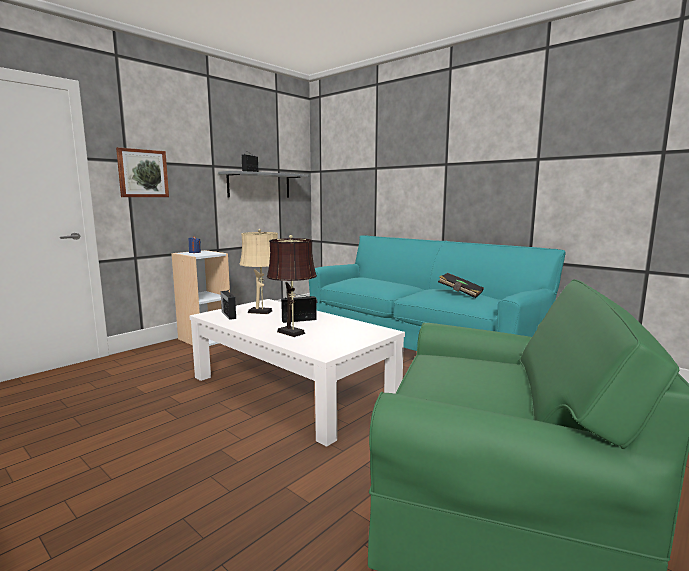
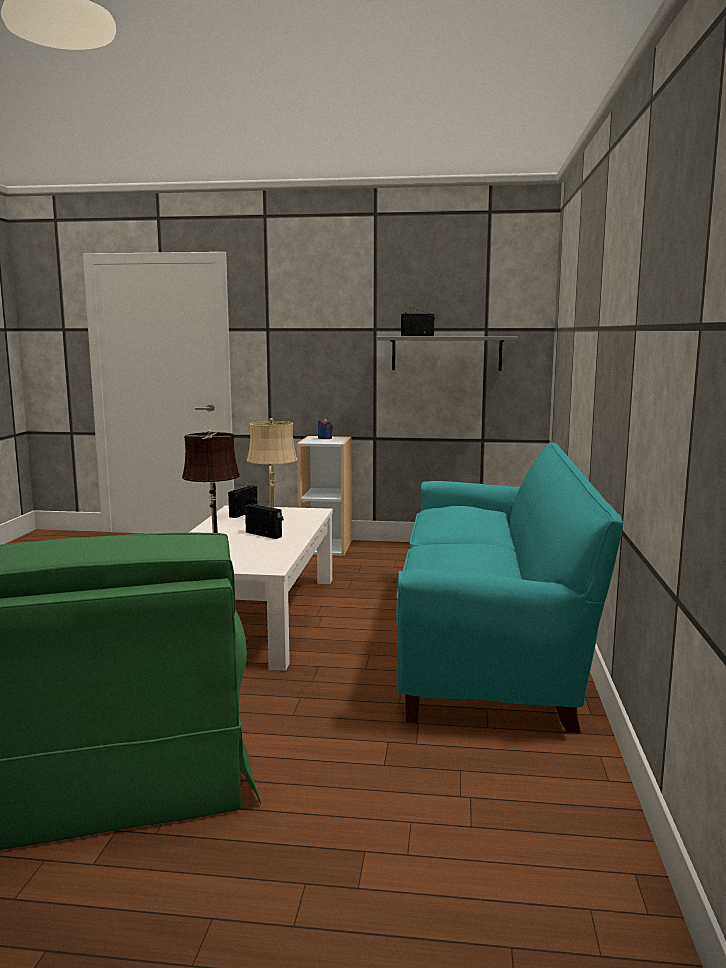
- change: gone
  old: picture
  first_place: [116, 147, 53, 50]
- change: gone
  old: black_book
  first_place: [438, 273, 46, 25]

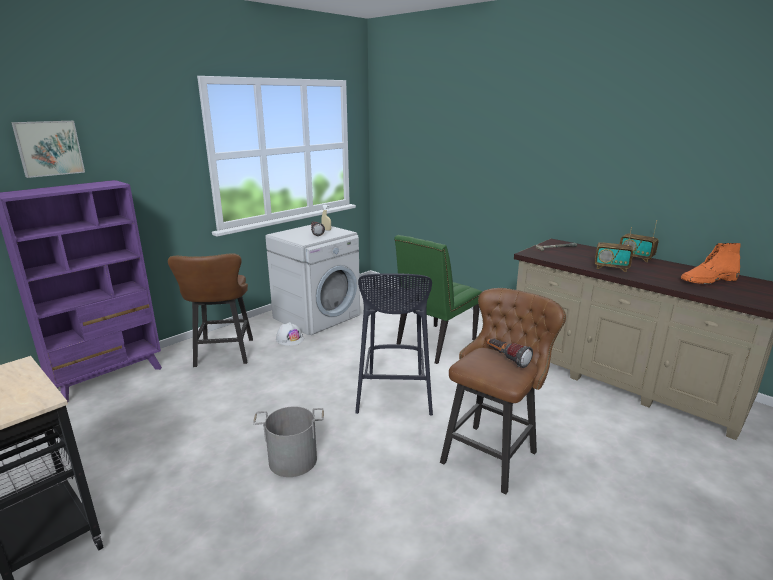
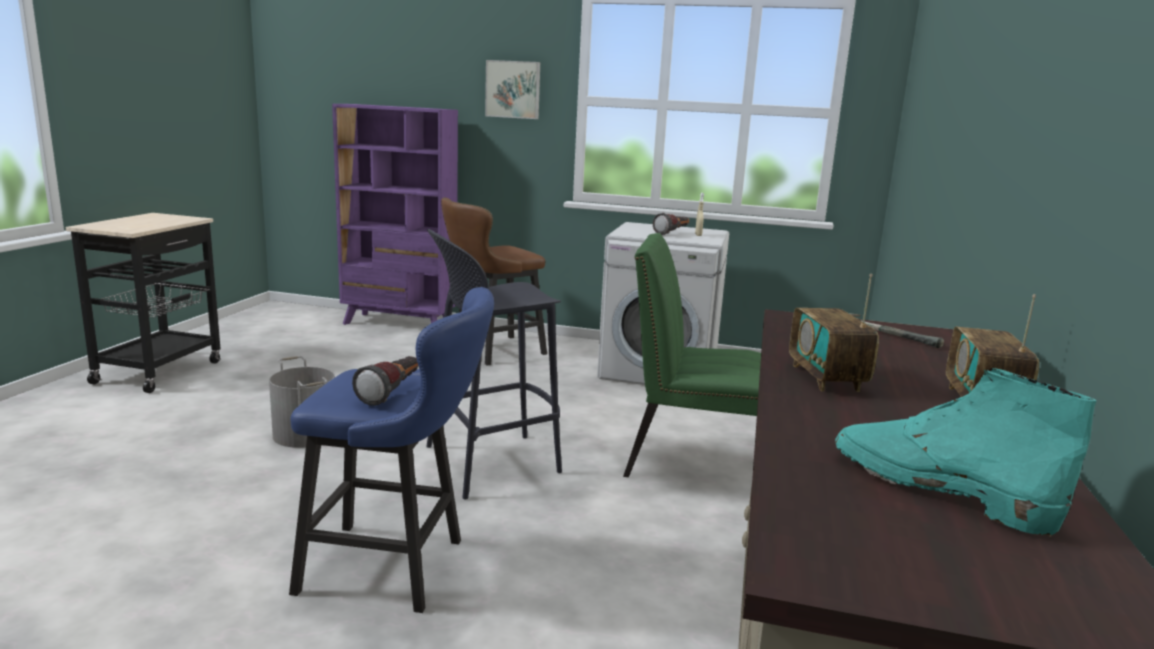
- change: gone
  old: white-coloured_work_helmet
  first_place: [276, 322, 28, 24]
- change: shifted
  old: picture
  first_place: [11, 121, 74, 57]
  second_place: [485, 60, 55, 59]
- change: repainted
  old: brown_stool
  new: blue-coloured_stool
  first_place: [440, 288, 126, 207]
  second_place: [289, 287, 205, 326]
- change: repainted
  old: orangey_high-top_boot
  new: turquoise-coloured_high-top_boot
  first_place: [681, 243, 60, 41]
  second_place: [835, 368, 261, 169]

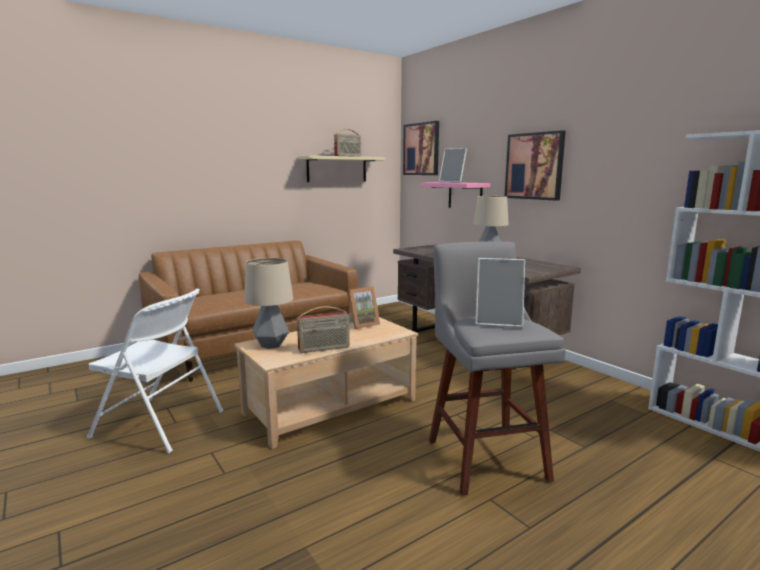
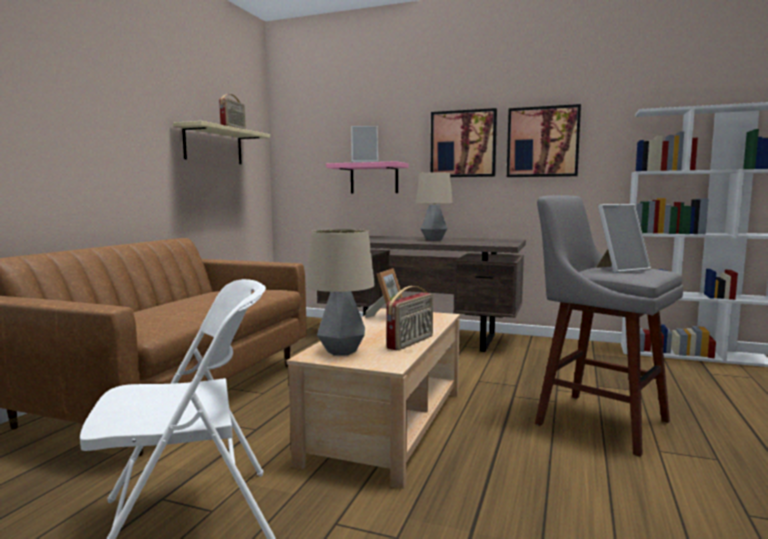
- change: shifted
  old: picture
  first_place: [403, 121, 36, 54]
  second_place: [507, 104, 74, 73]

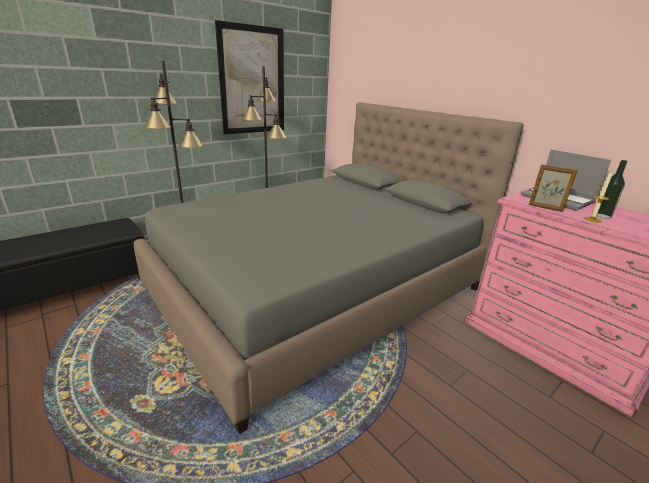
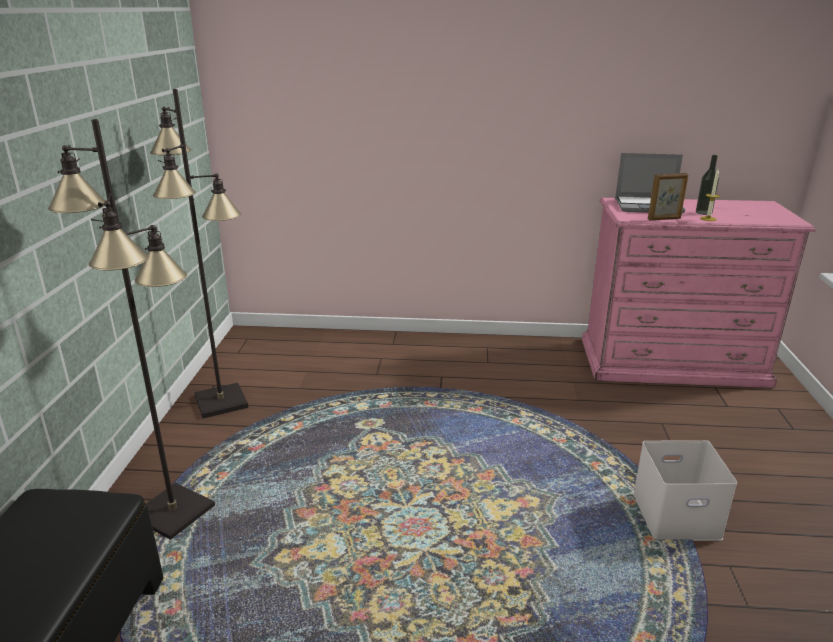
- change: gone
  old: grey_bedroom_bed
  first_place: [134, 102, 390, 332]
- change: gone
  old: picture
  first_place: [215, 20, 69, 114]
- change: new
  new: white-coloured_storage_container
  second_place: [634, 440, 103, 101]

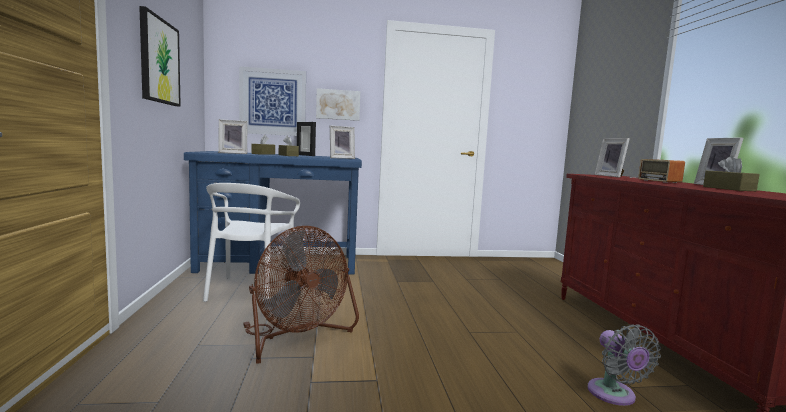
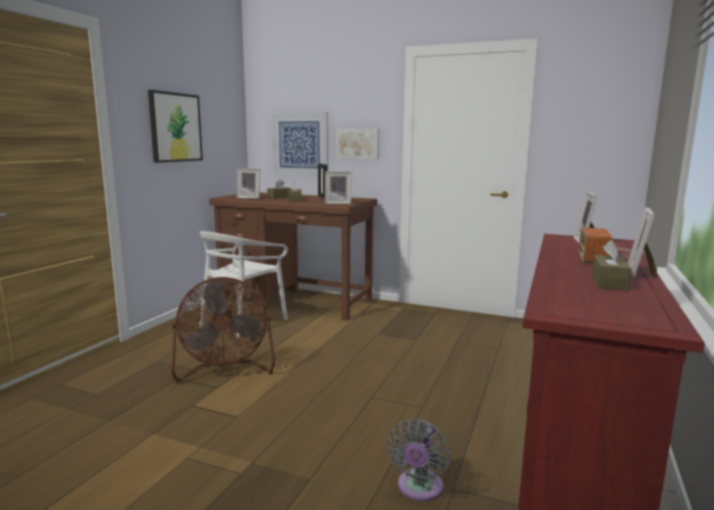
- change: repainted
  old: blue-coloured_desk_unit
  new: brown_desk_unit
  first_place: [184, 151, 178, 123]
  second_place: [209, 192, 168, 128]

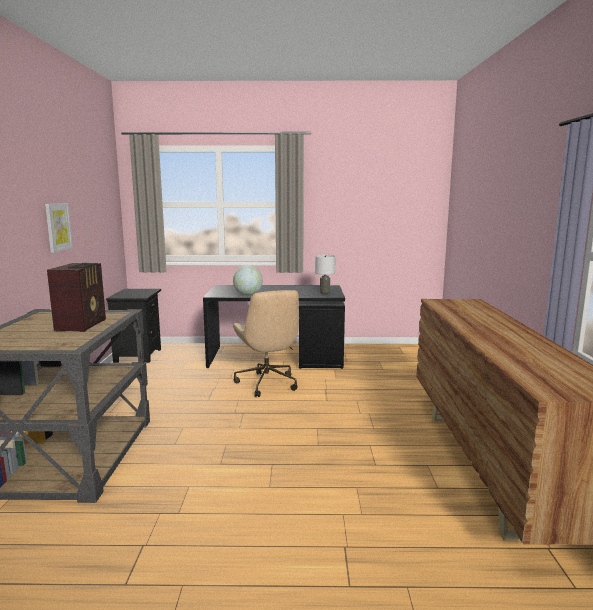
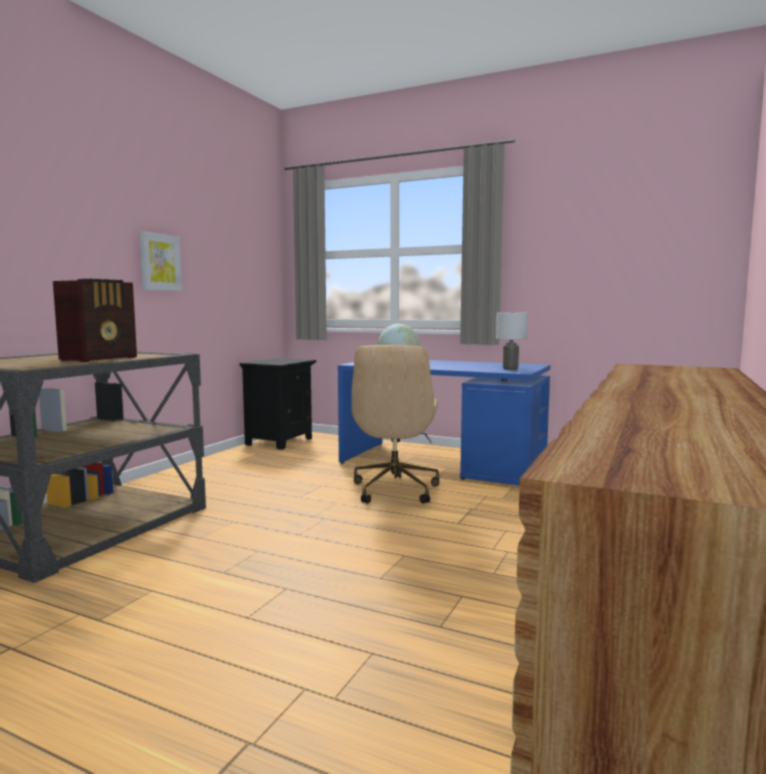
- change: repainted
  old: black_desk_unit
  new: blue-coloured_desk_unit
  first_place: [203, 285, 142, 84]
  second_place: [338, 360, 212, 126]

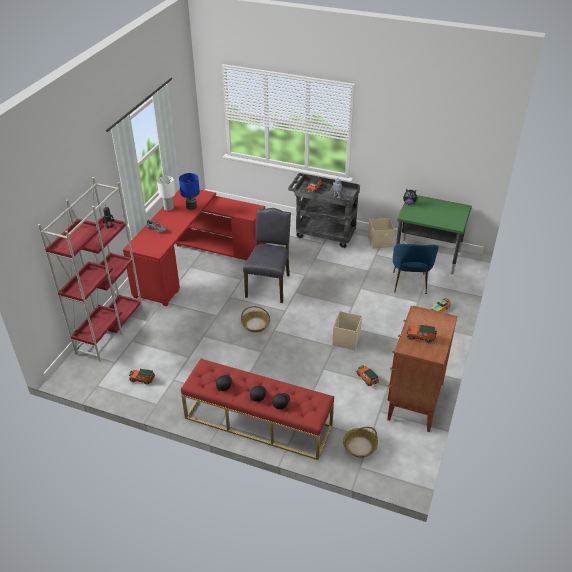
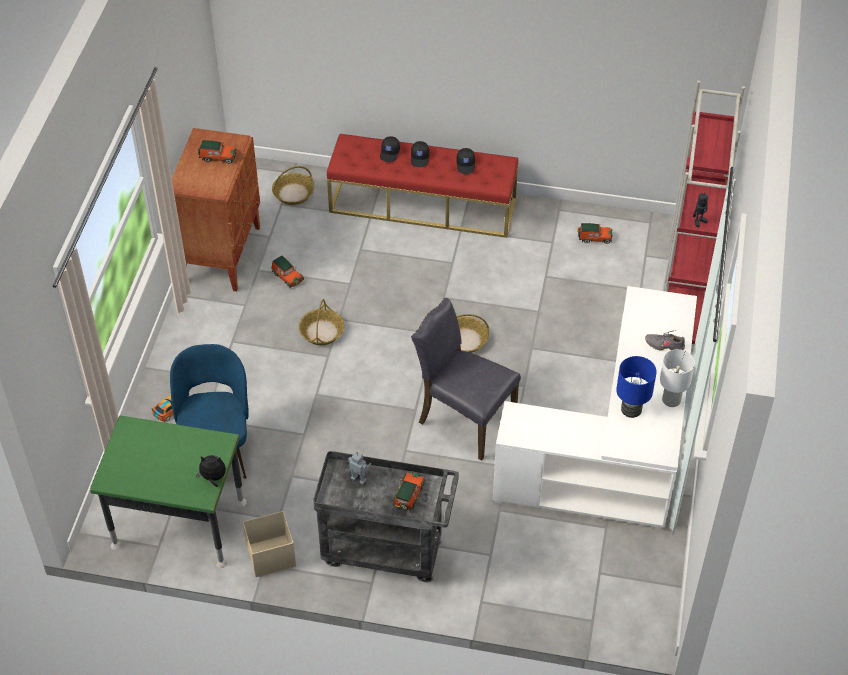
- change: swapped
  old: beige-coloured_storage_container
  new: household_basket
  first_place: [332, 311, 30, 39]
  second_place: [299, 299, 45, 46]
- change: repainted
  old: red-coloured_desk_unit
  new: white-coloured_desk_unit
  first_place: [123, 189, 143, 117]
  second_place: [493, 286, 204, 244]
- change: rotated
  old: grey_chair
  first_place: [243, 208, 48, 95]
  second_place: [411, 298, 110, 162]
  degrees: 120

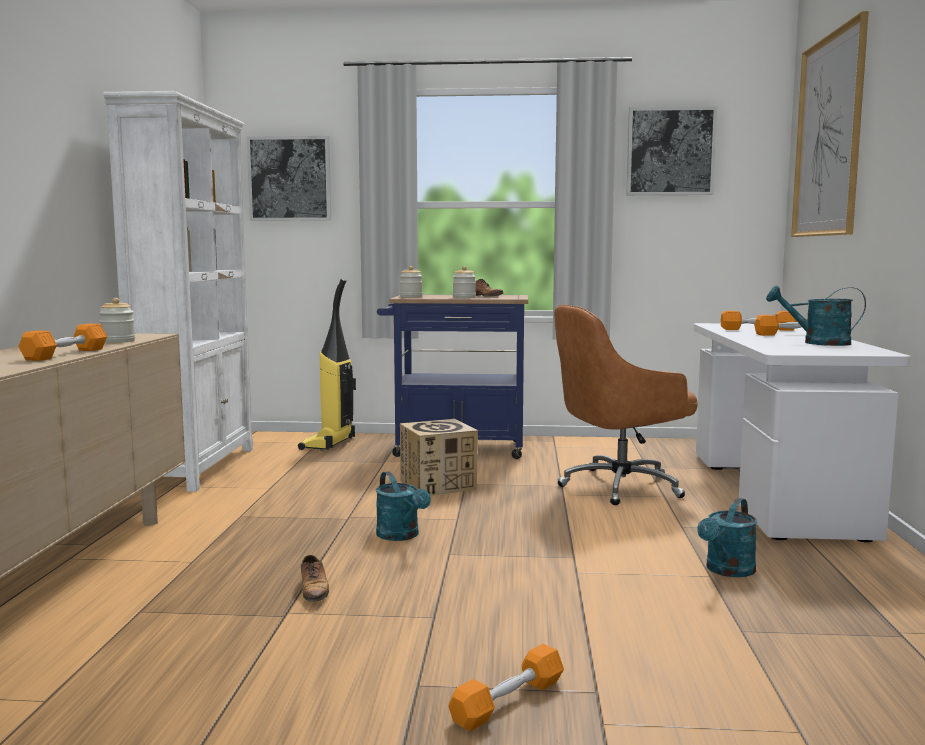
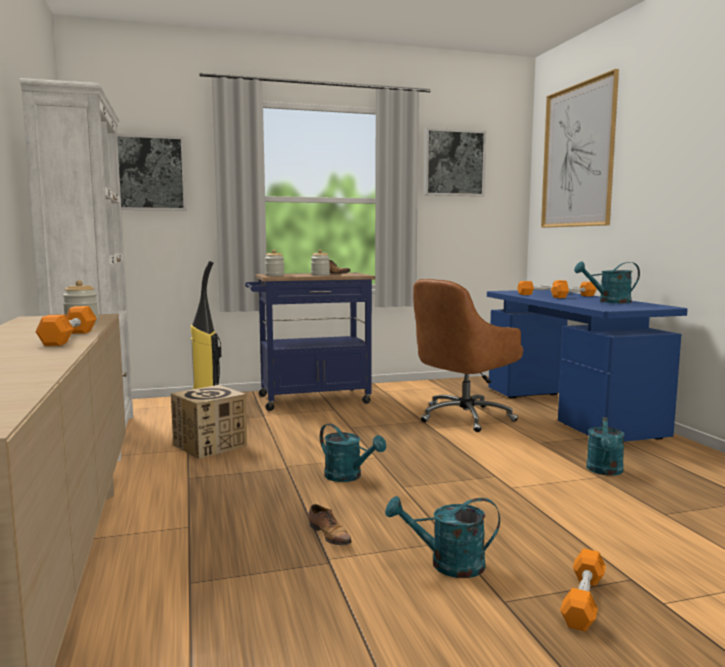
- change: new
  new: turquoise-coloured_sprinkling_can
  second_place: [385, 496, 115, 82]
- change: shifted
  old: carton
  first_place: [400, 419, 78, 77]
  second_place: [171, 385, 76, 74]
- change: repainted
  old: white-coloured_desk_unit
  new: blue-coloured_desk_unit
  first_place: [694, 323, 217, 219]
  second_place: [487, 290, 201, 152]

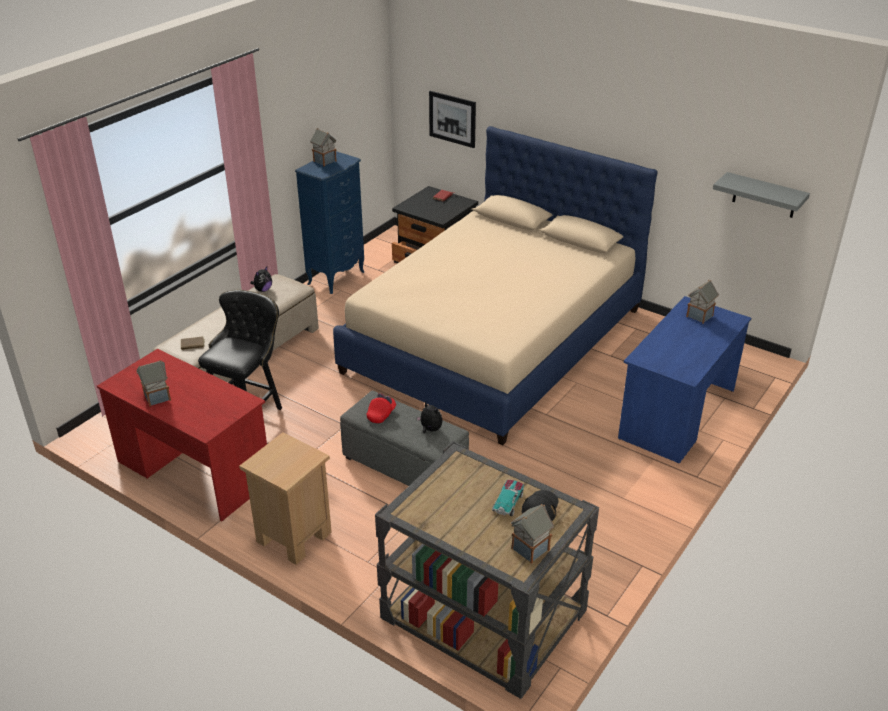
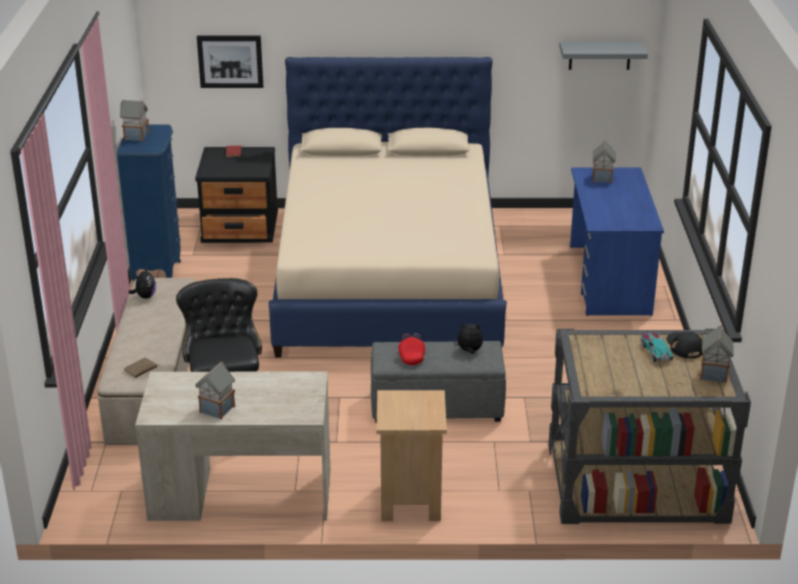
- change: repainted
  old: red-coloured_desk_unit
  new: beige-coloured_desk_unit
  first_place: [97, 349, 170, 173]
  second_place: [135, 372, 195, 149]

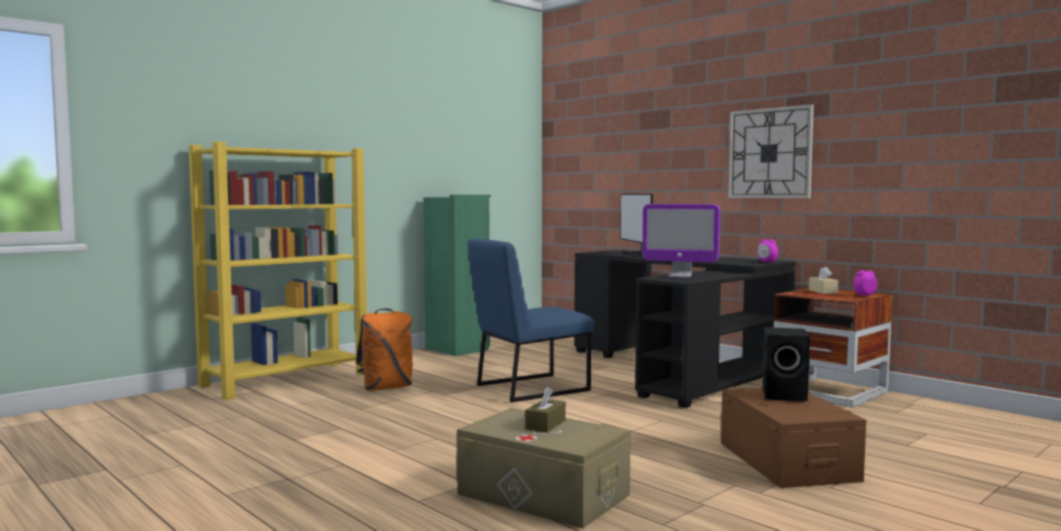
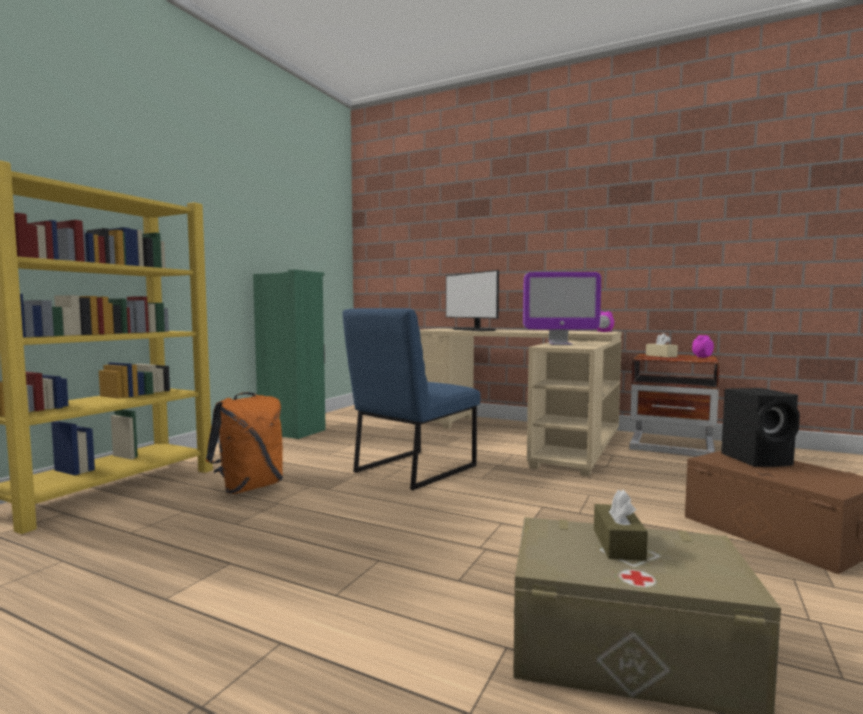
- change: gone
  old: hanging_clock
  first_place: [728, 104, 86, 94]
- change: repainted
  old: black_desk_unit
  new: beige-coloured_desk_unit
  first_place: [574, 250, 221, 158]
  second_place: [413, 328, 209, 148]

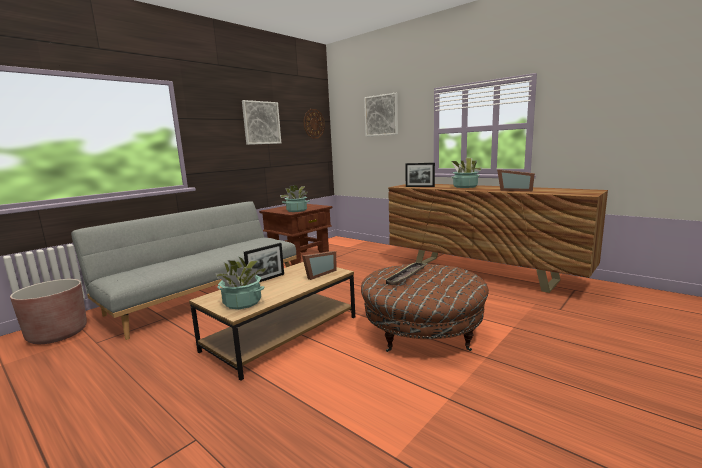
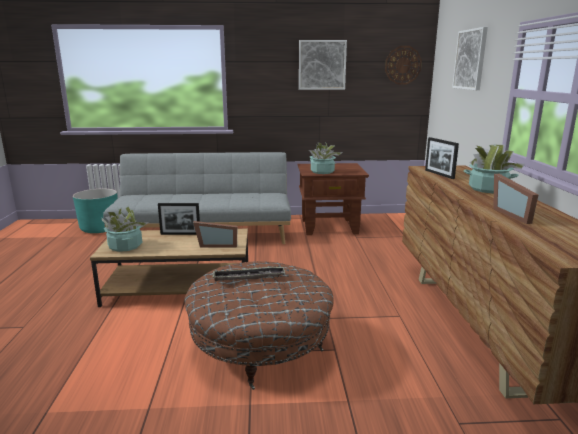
- change: repainted
  old: brown_planter
  new: turquoise-coloured_planter
  first_place: [10, 279, 77, 65]
  second_place: [73, 189, 45, 44]

